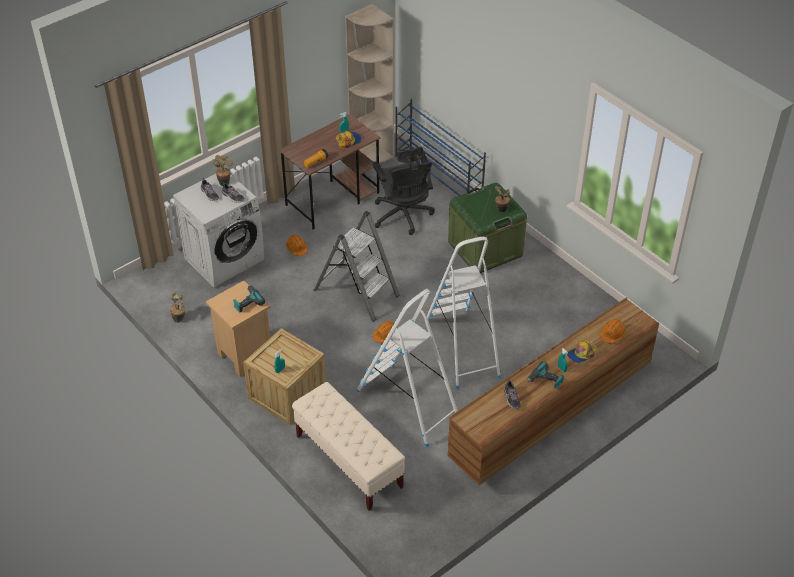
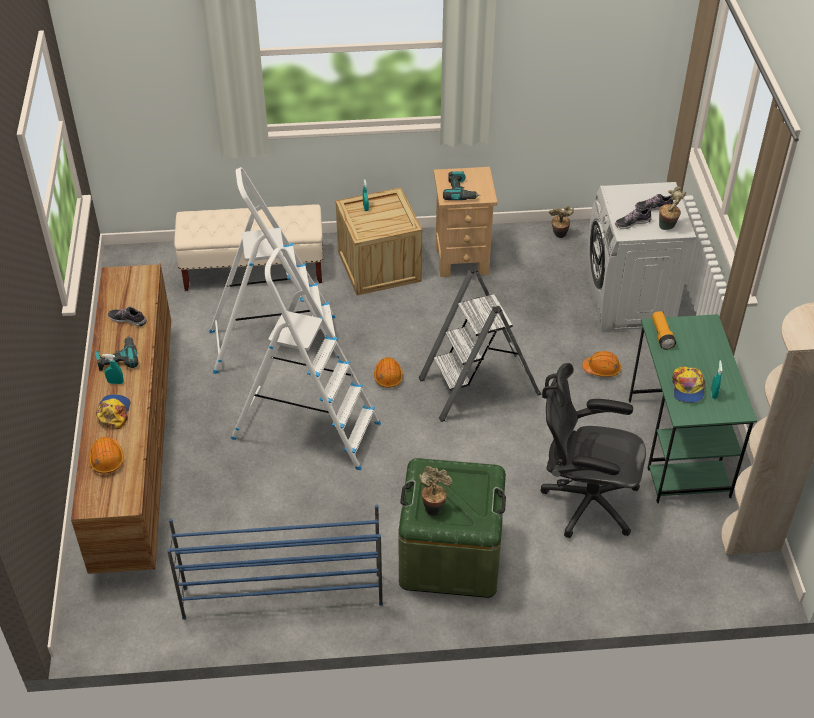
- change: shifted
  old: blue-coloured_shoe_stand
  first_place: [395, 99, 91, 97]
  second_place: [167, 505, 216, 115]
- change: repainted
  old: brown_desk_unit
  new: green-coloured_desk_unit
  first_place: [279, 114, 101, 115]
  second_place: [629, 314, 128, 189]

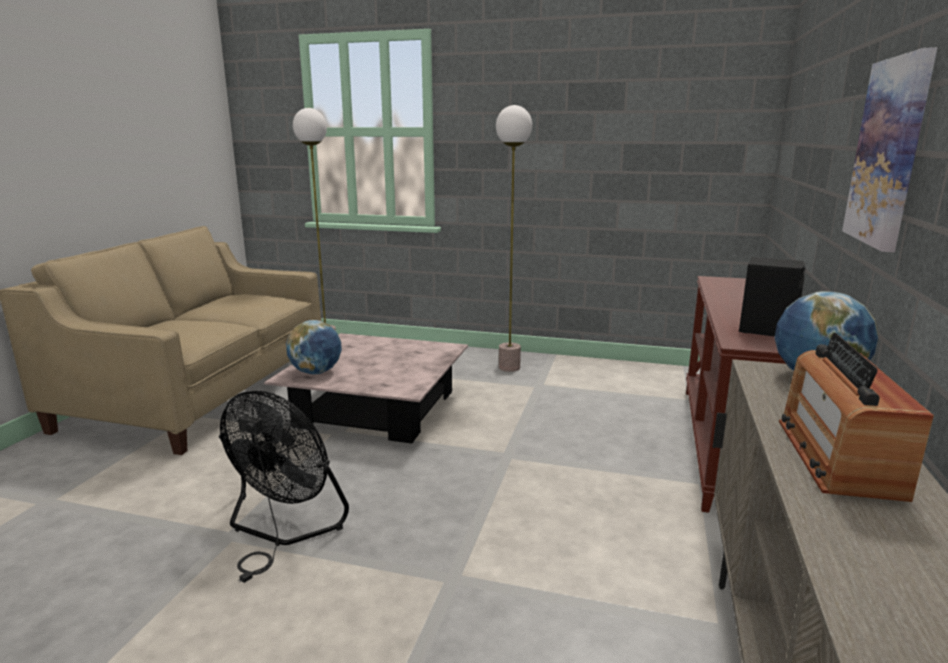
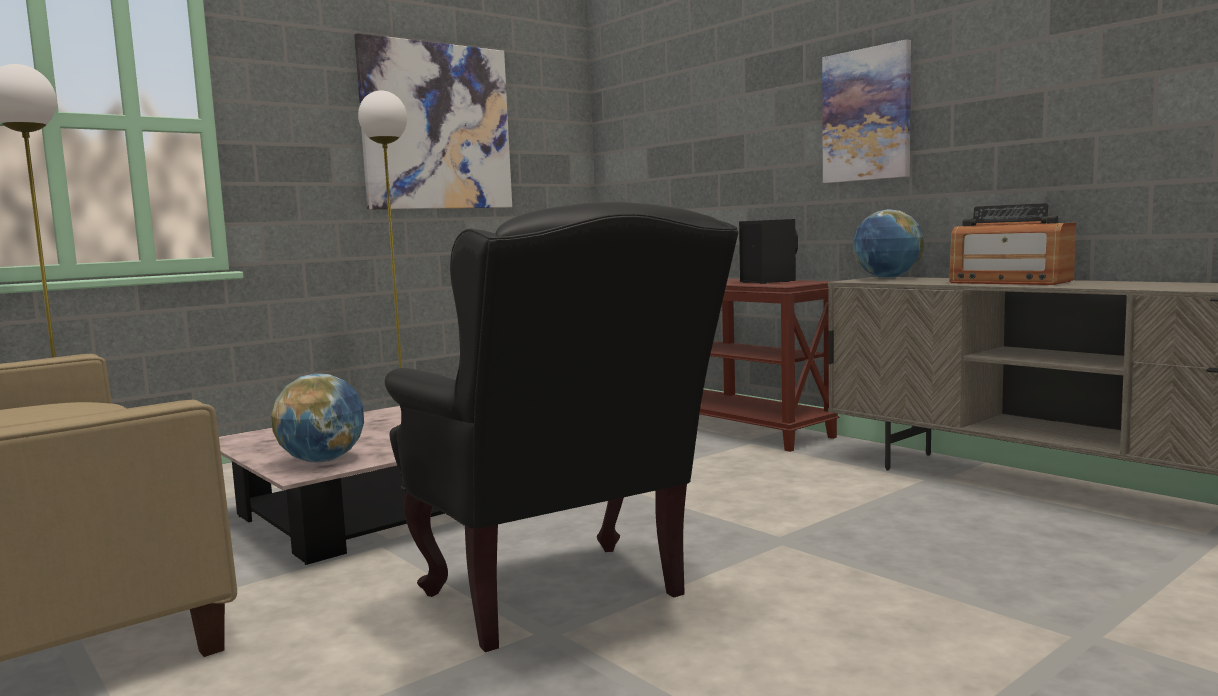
- change: new
  new: picture
  second_place: [354, 33, 158, 177]
- change: swapped
  old: black_fan
  new: black_easy_chair
  first_place: [219, 391, 130, 192]
  second_place: [385, 202, 353, 450]

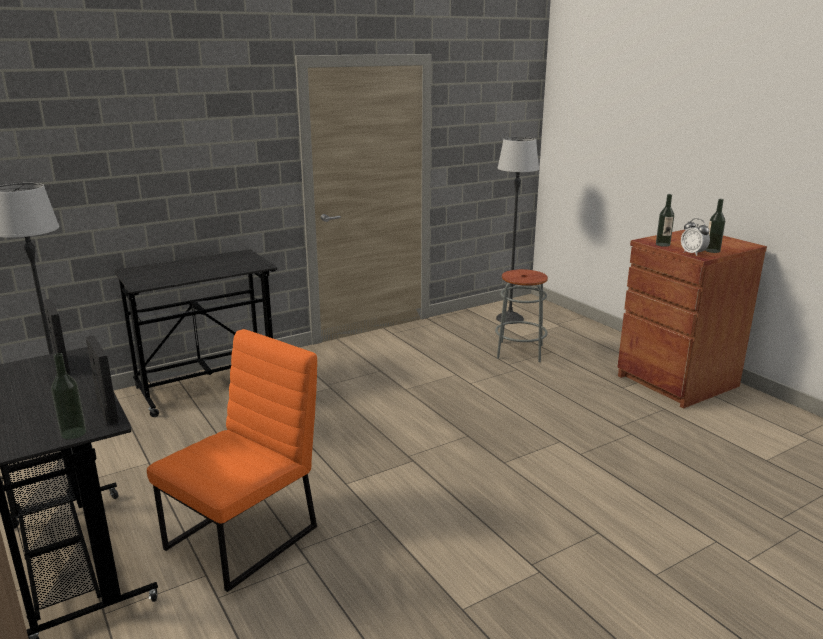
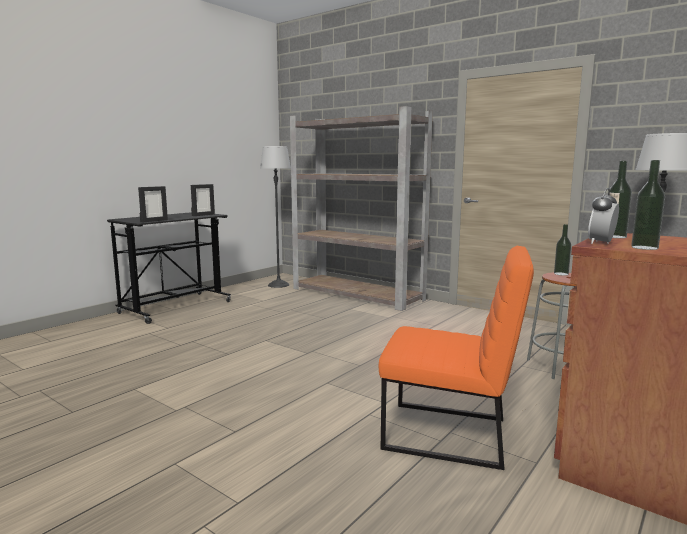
- change: shifted
  old: beverage_bottle
  first_place: [51, 353, 35, 86]
  second_place: [554, 224, 17, 51]
- change: shifted
  old: orangey_chair
  first_place: [147, 329, 170, 263]
  second_place: [379, 246, 155, 224]
- change: swapped
  old: black_desk_unit
  new: brown_bookcase
  first_place: [114, 249, 163, 168]
  second_place: [290, 106, 143, 205]

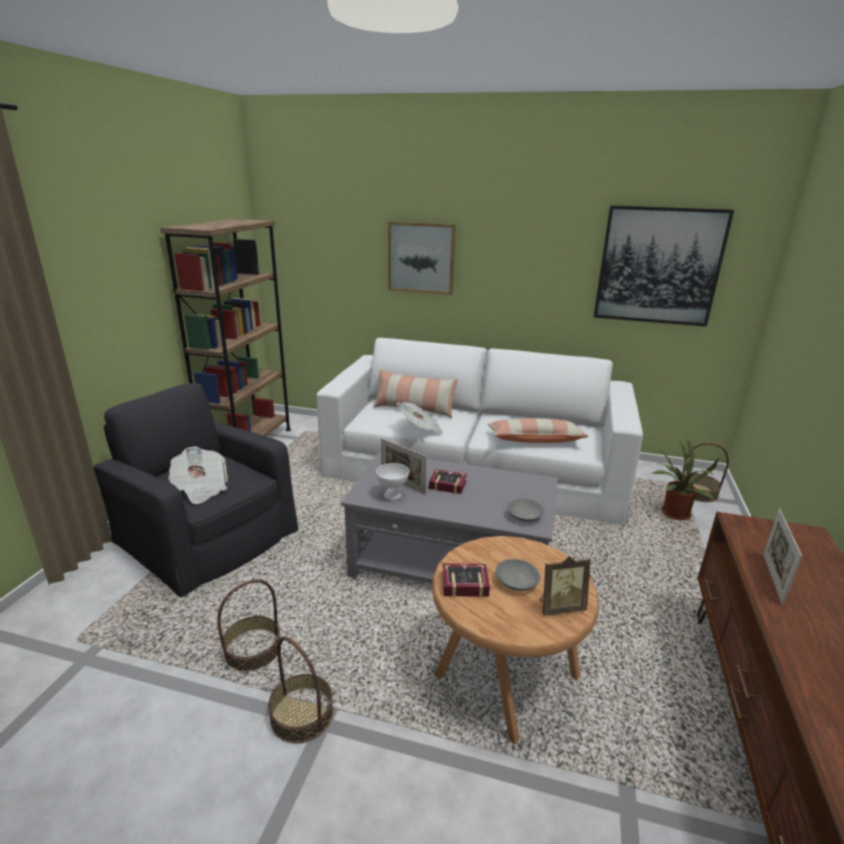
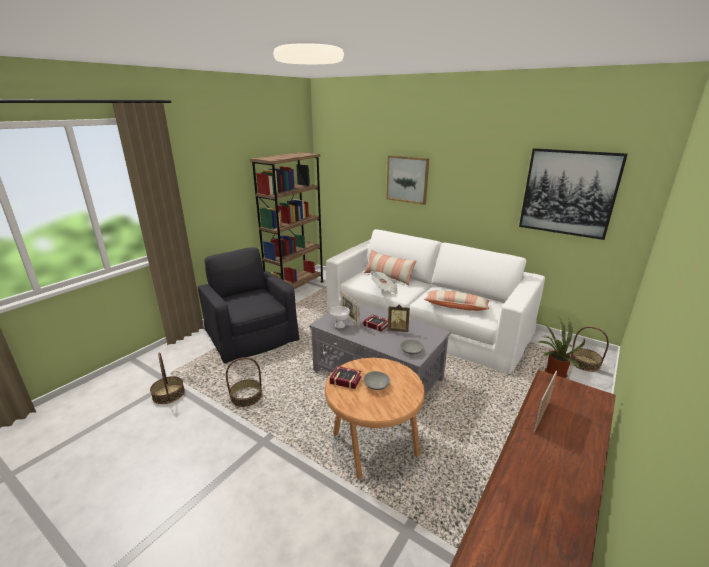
- change: gone
  old: newspaper
  first_place: [168, 447, 60, 57]
- change: shifted
  old: household_basket
  first_place: [268, 636, 65, 108]
  second_place: [150, 352, 35, 52]
- change: shifted
  old: picture_frame
  first_place: [540, 556, 51, 60]
  second_place: [388, 305, 22, 27]

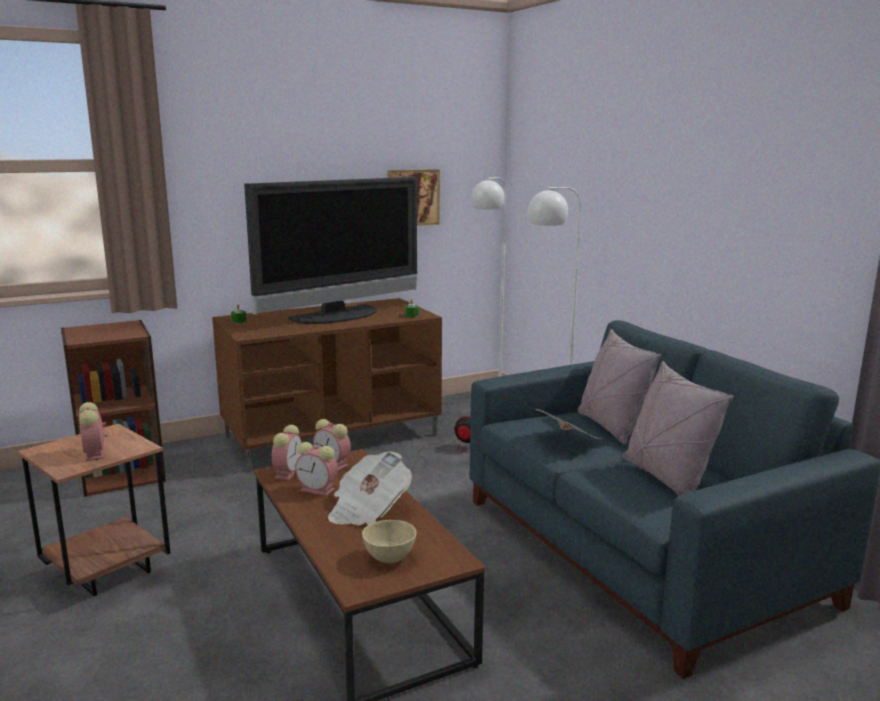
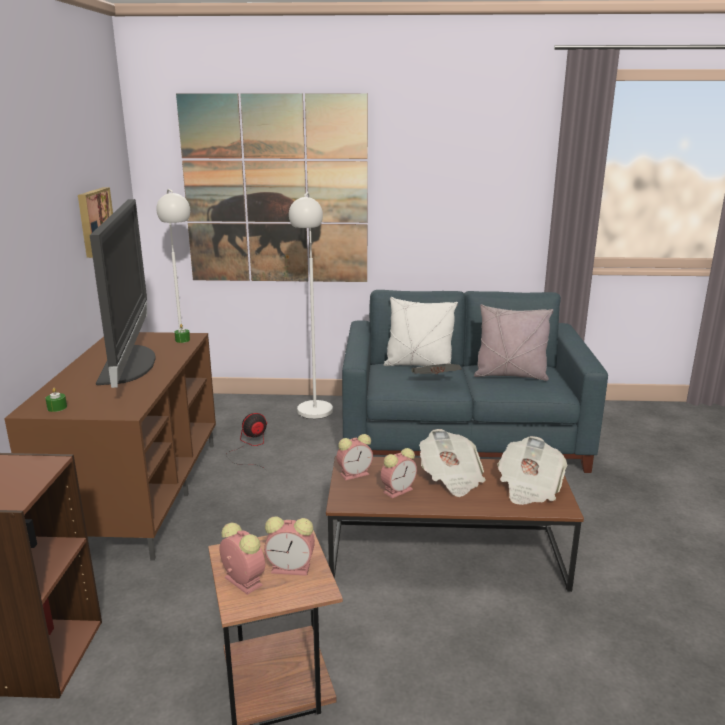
- change: new
  new: picture
  second_place: [176, 93, 192, 189]
- change: shifted
  old: table_clock
  first_place: [272, 425, 30, 55]
  second_place: [220, 523, 45, 72]
- change: swapped
  old: beige-coloured_deep_dish
  new: newspaper
  first_place: [362, 520, 55, 43]
  second_place: [497, 436, 70, 69]
- change: repainted
  old: purplish_throw_pillow
  new: white-coloured_throw_pillow
  first_place: [578, 329, 83, 115]
  second_place: [384, 297, 74, 69]

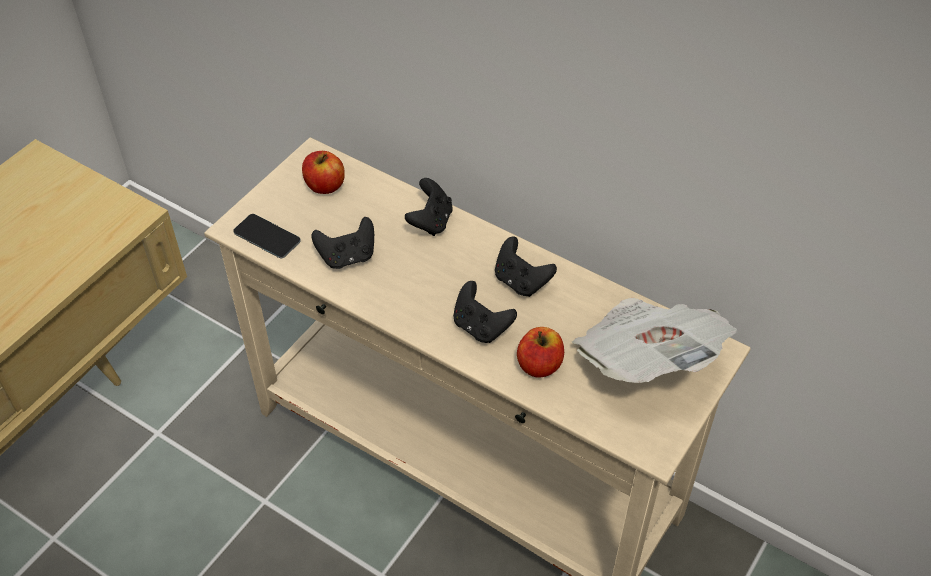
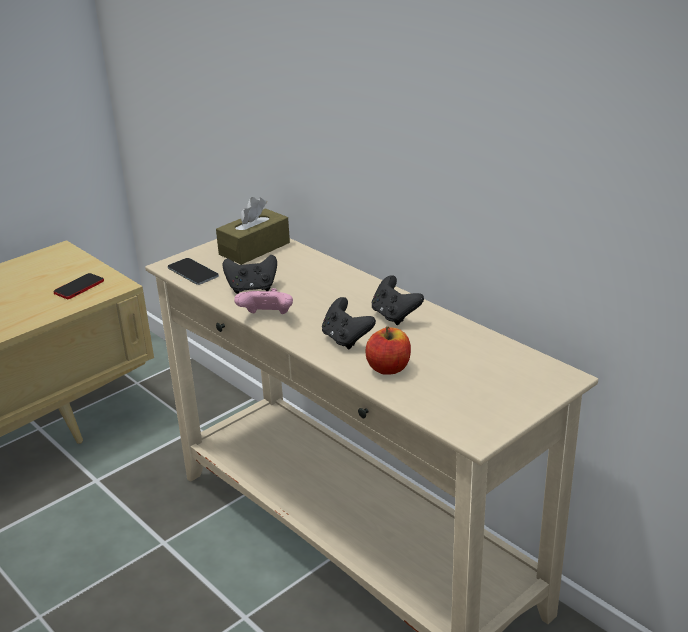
- change: gone
  old: black_joypad
  first_place: [405, 178, 48, 58]
- change: gone
  old: newspaper
  first_place: [572, 298, 165, 85]
- change: new
  new: handset
  second_place: [53, 273, 51, 26]
- change: new
  new: pink_joypad
  second_place: [234, 288, 59, 26]
- change: swapped
  old: whole_apple
  new: brown_tissue_holder
  first_place: [302, 151, 43, 43]
  second_place: [216, 197, 74, 68]

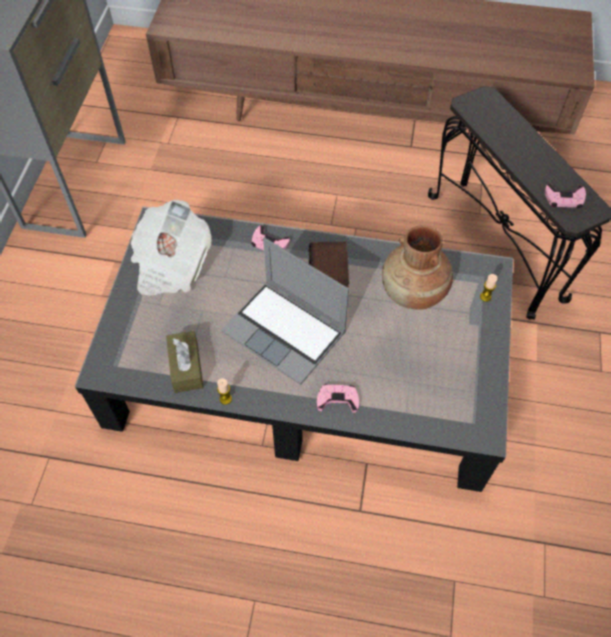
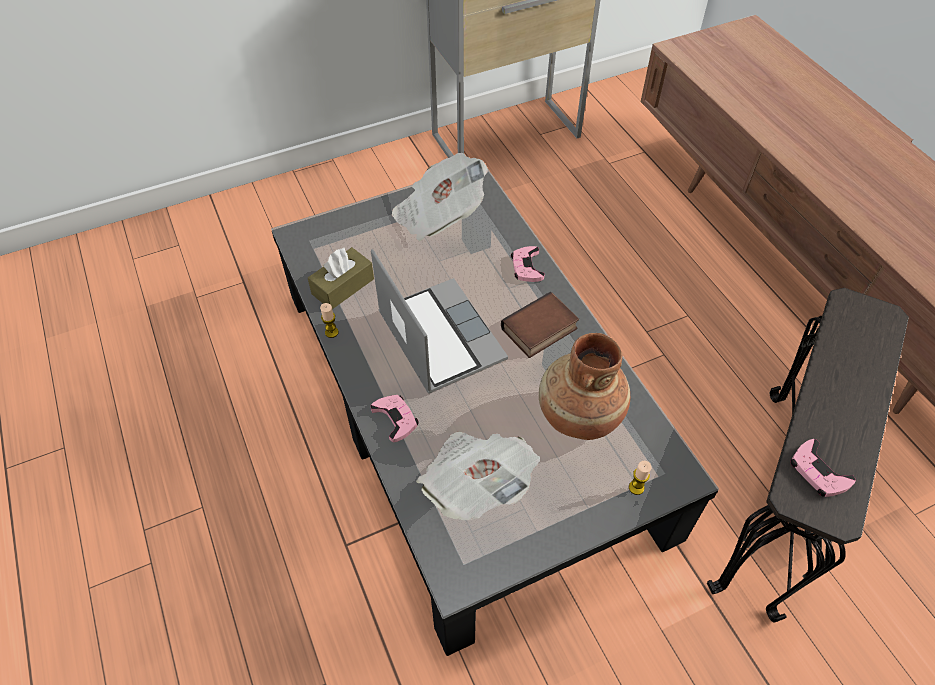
- change: new
  new: newspaper
  second_place: [416, 432, 124, 88]
- change: rotated
  old: portable_computer
  first_place: [221, 237, 128, 148]
  second_place: [371, 249, 137, 145]
  degrees: 150

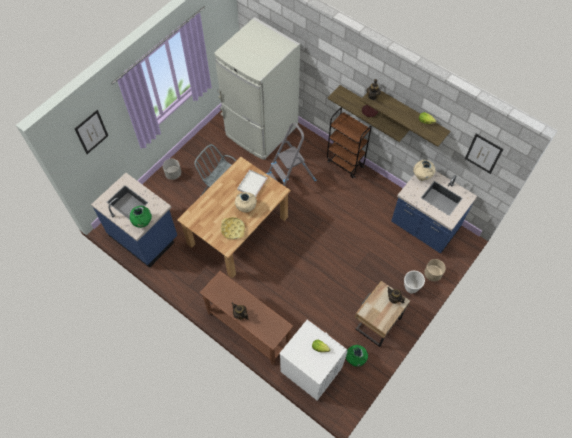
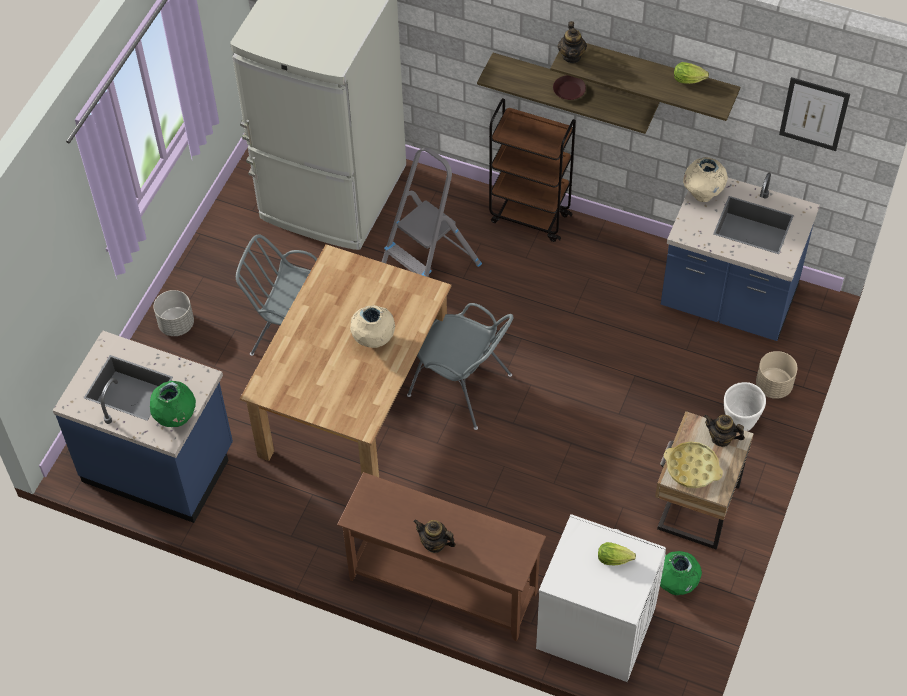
- change: gone
  old: picture
  first_place: [75, 110, 33, 44]
- change: gone
  old: white-coloured_carrying_tray
  first_place: [237, 169, 30, 28]
- change: new
  new: grey_chair
  second_place: [407, 303, 106, 127]
- change: shifted
  old: yellow-coloured_carrying_tray
  first_place: [221, 217, 24, 22]
  second_place: [664, 442, 59, 46]

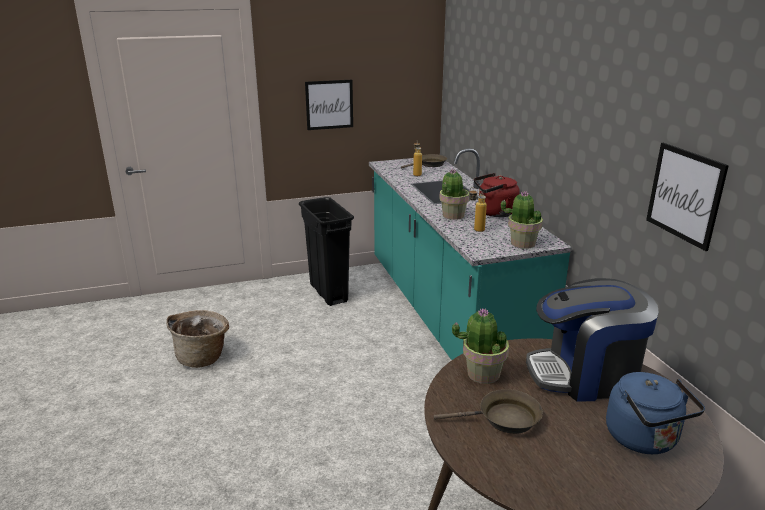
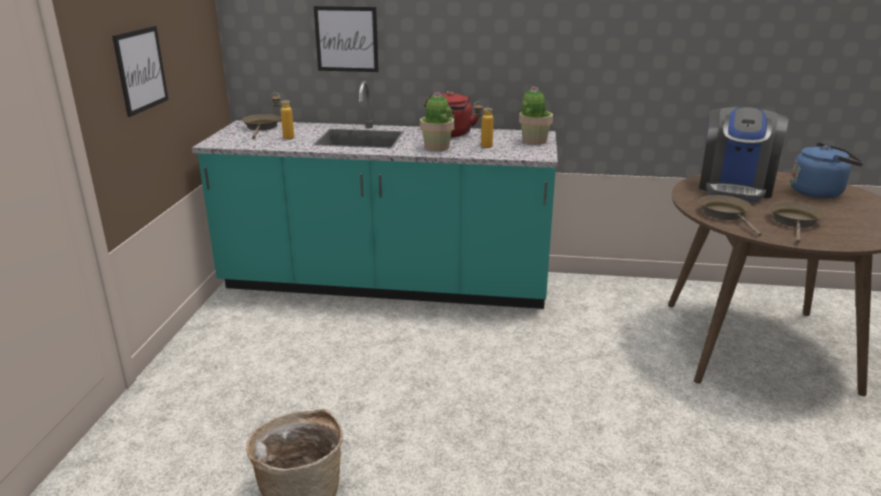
- change: gone
  old: black_waste_bin
  first_place: [299, 197, 55, 109]
- change: shifted
  old: picture
  first_place: [646, 143, 83, 108]
  second_place: [314, 6, 65, 66]
- change: swapped
  old: potted_plant
  new: brown_pan
  first_place: [452, 308, 57, 76]
  second_place: [699, 195, 62, 41]

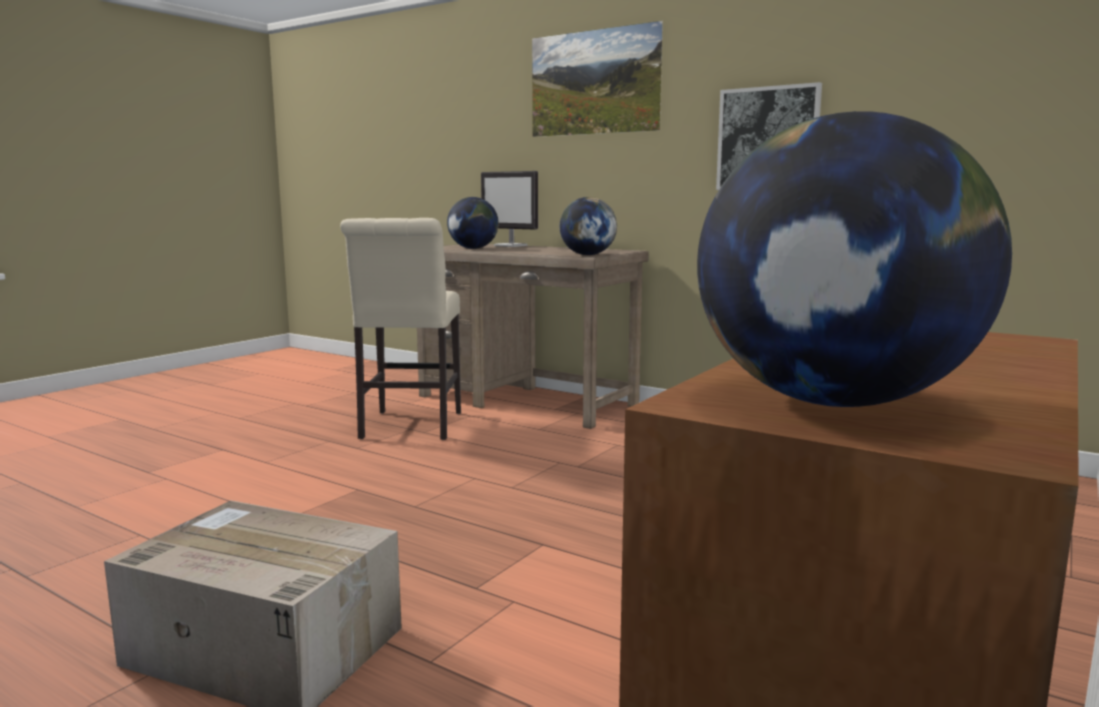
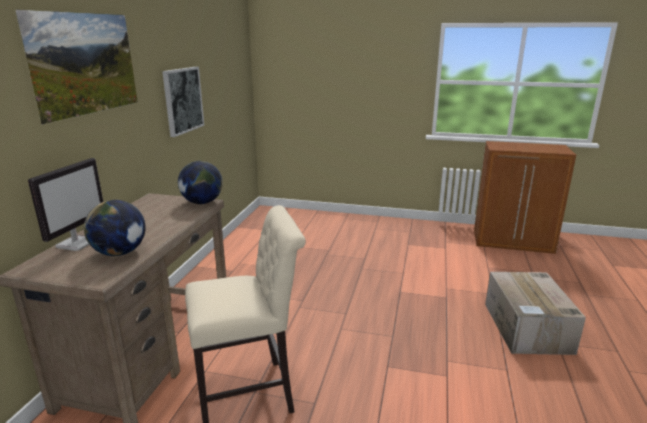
- change: gone
  old: globe
  first_place: [697, 111, 315, 296]

